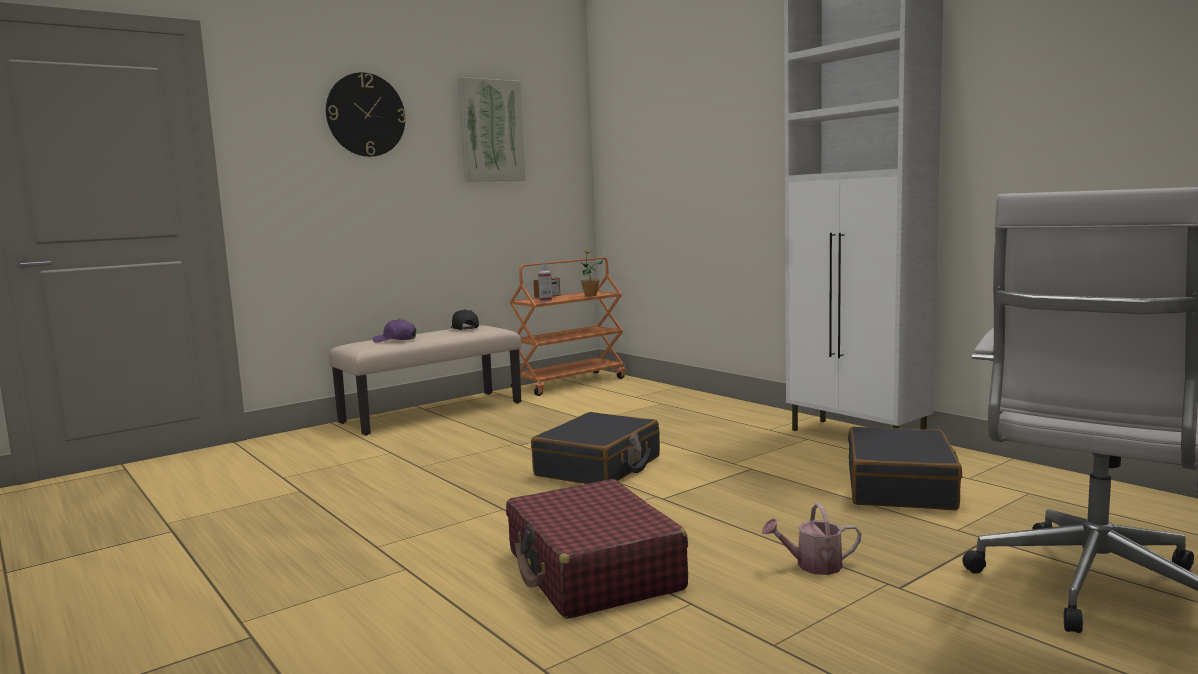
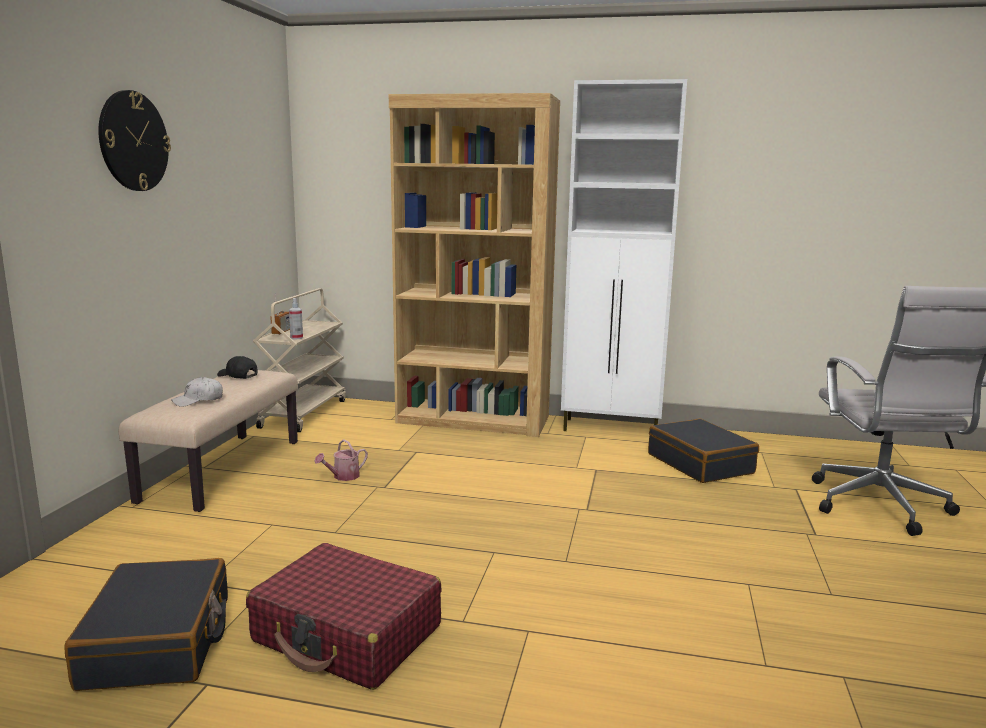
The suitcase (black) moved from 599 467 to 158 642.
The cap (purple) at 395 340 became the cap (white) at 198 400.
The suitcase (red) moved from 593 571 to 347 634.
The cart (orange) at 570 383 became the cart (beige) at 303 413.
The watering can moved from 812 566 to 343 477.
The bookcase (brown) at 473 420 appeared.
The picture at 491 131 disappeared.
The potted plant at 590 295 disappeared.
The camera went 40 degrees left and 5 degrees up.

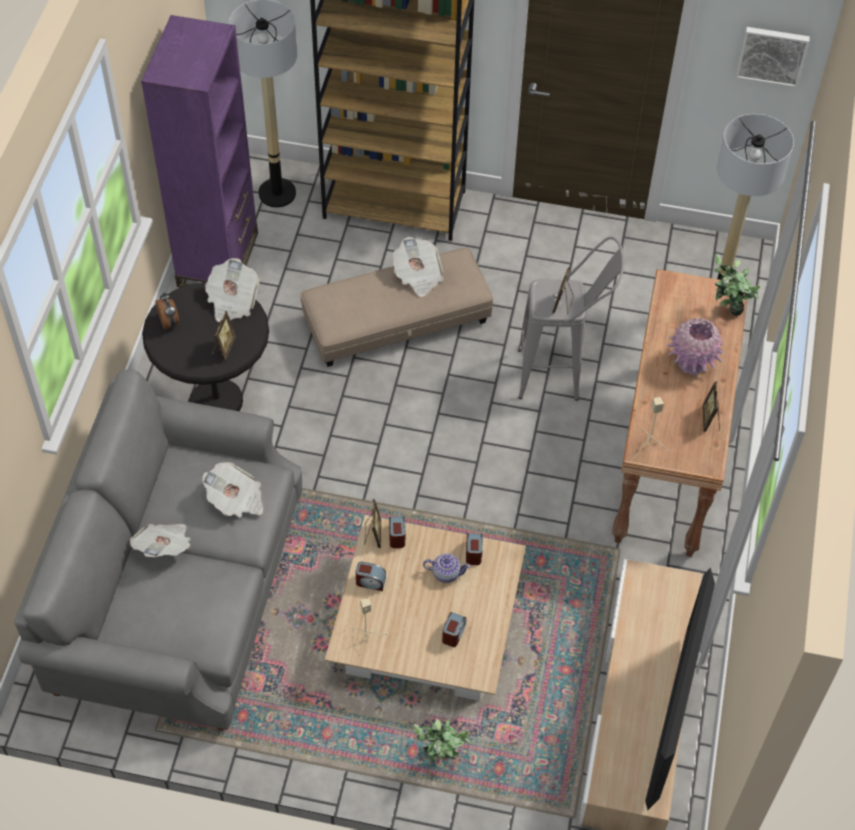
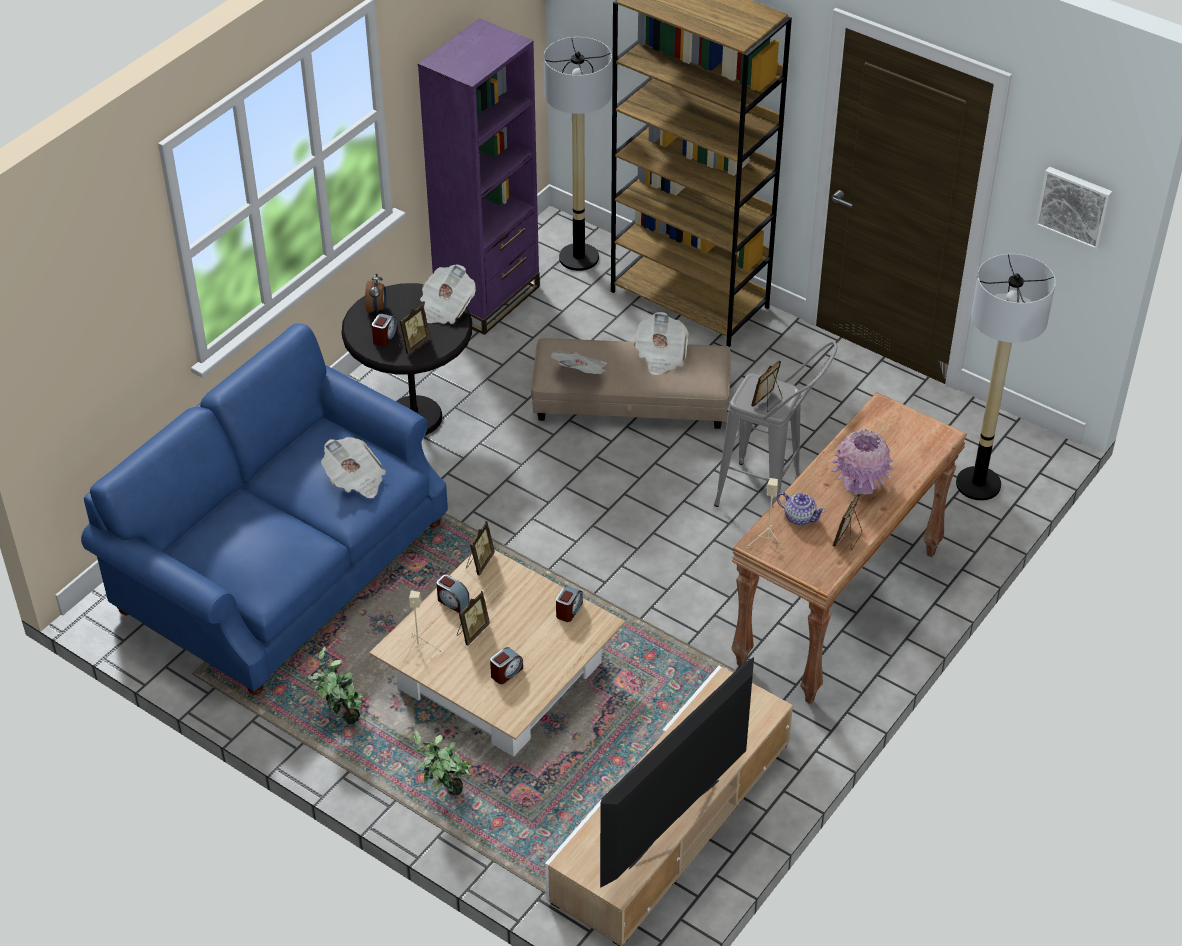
The sofa (grey) at 178 592 became the sofa (blue) at 282 566.
The potted plant moved from 727 314 to 341 719.
The alarm clock moved from 397 536 to 385 337.
The picture frame at 472 632 appeared.
The newspaper moved from 165 547 to 581 374.
The teapot moved from 446 573 to 799 517.
The camera went 25 degrees right and 10 degrees down.

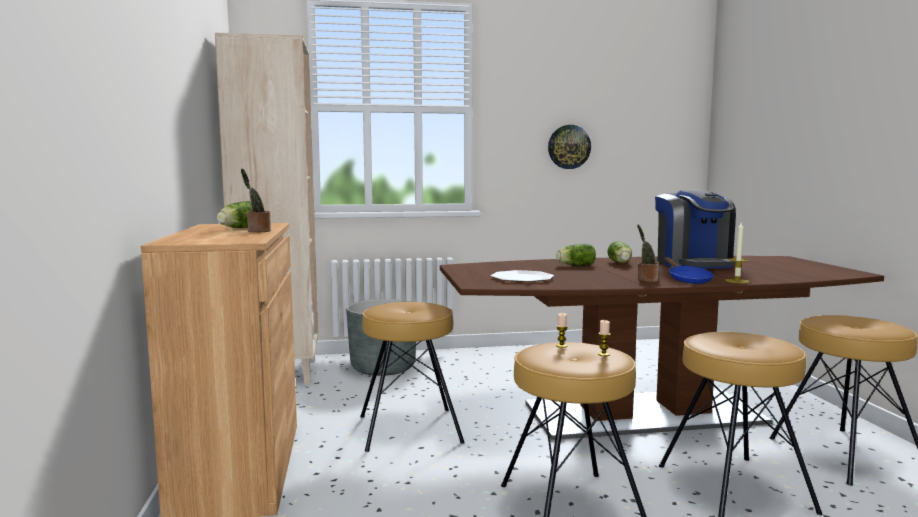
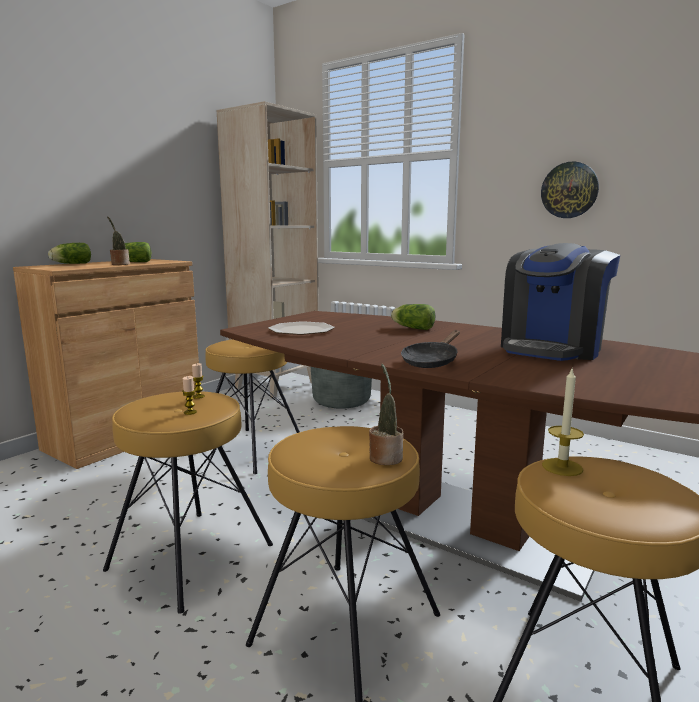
The lettuce moved from 620 263 to 70 264.
The potted plant moved from 646 280 to 385 457.
The frying pan (blue) at 687 280 became the frying pan (black) at 431 361.
The candle moved from 737 281 to 562 467.
The camera went 45 degrees right and 5 degrees up.

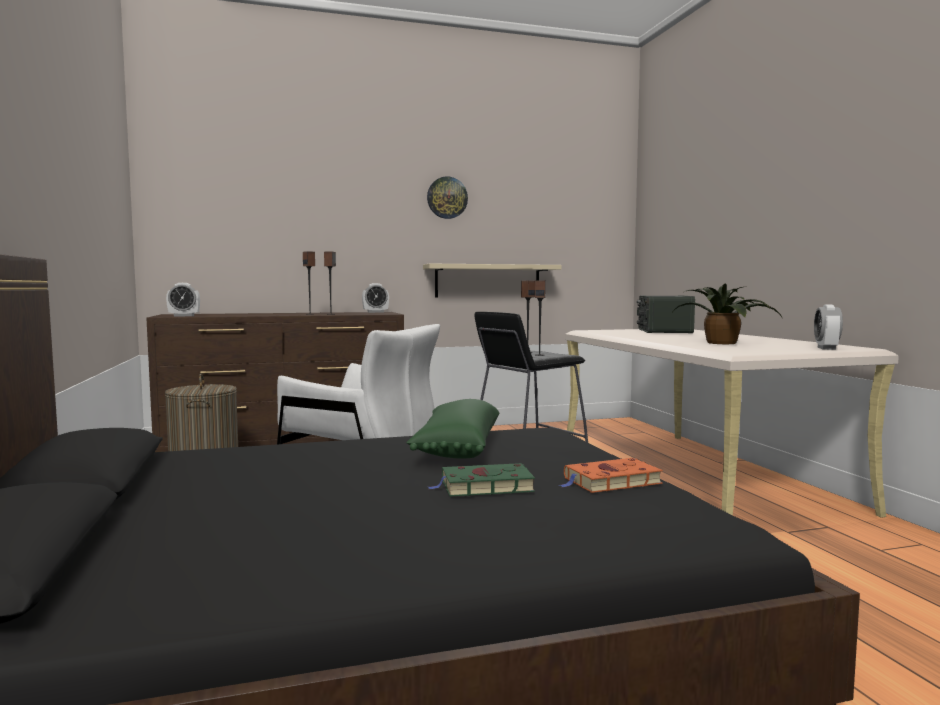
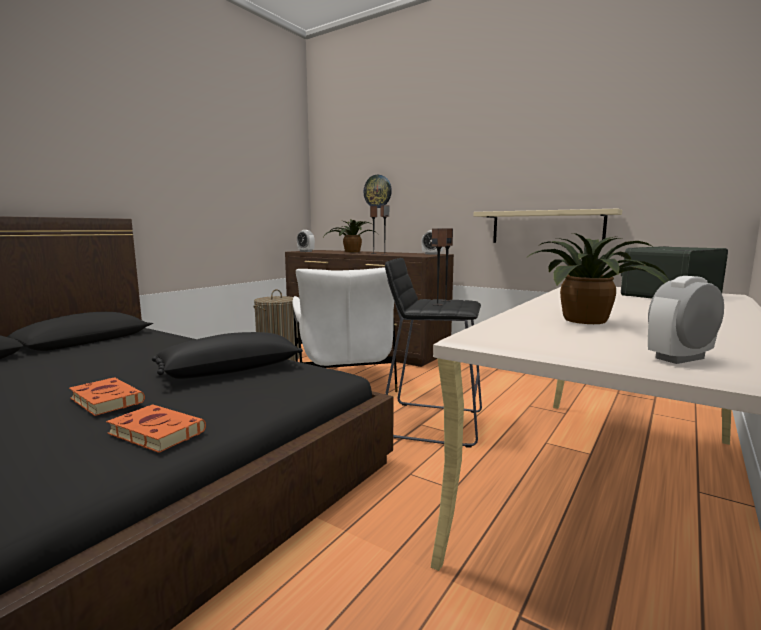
The book (green) at 484 486 became the book (orange) at 105 400.
The pillow (green) at 456 448 became the pillow (black) at 230 370.
The potted plant at 351 252 appeared.
The wall clock moved from 447 197 to 378 191.
The camera went 50 degrees right and 5 degrees up.

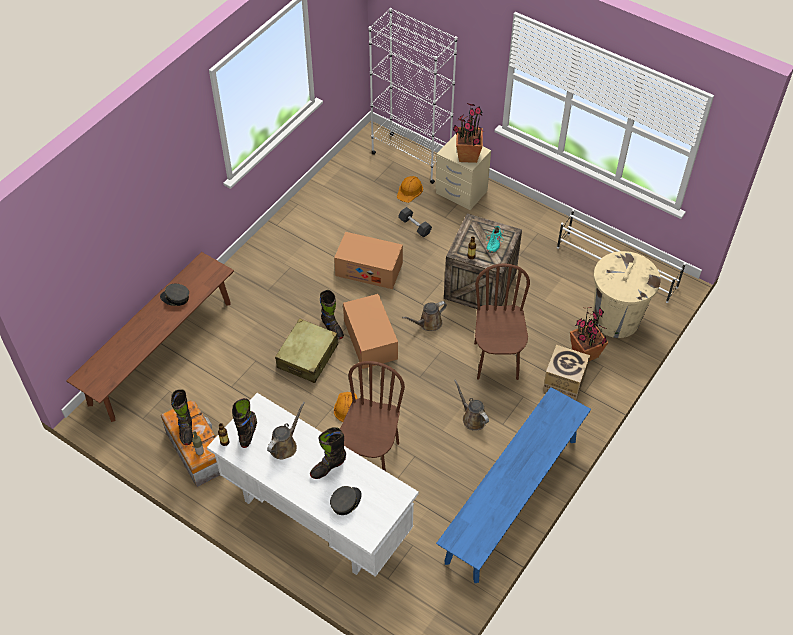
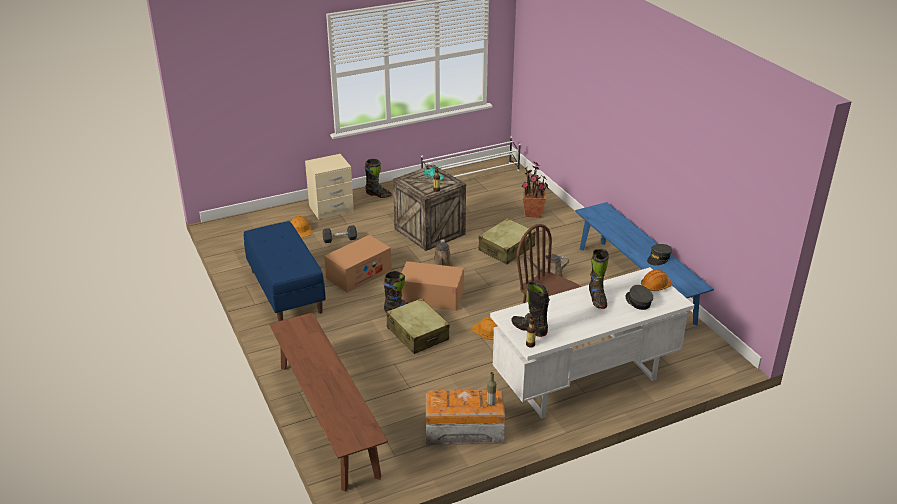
The bench (blue) at 285 291 appeared.
The boot (black) moved from 186 430 to 378 195.
The chair (brown) at 496 361 was replaced by the suitcase (beige) at 506 248.
The hard hat (orange) at 655 286 appeared.
The cap (grey) moved from 175 298 to 658 258.
The watering can (brown) at 285 445 disappeared.
The bookcase (white) at 411 158 disappeared.
The potted plant at 467 156 disappeared.
The cardboard box at 564 383 disappeared.
The trash can (beige) at 615 319 disappeared.
The camera went 60 degrees left and 20 degrees down.

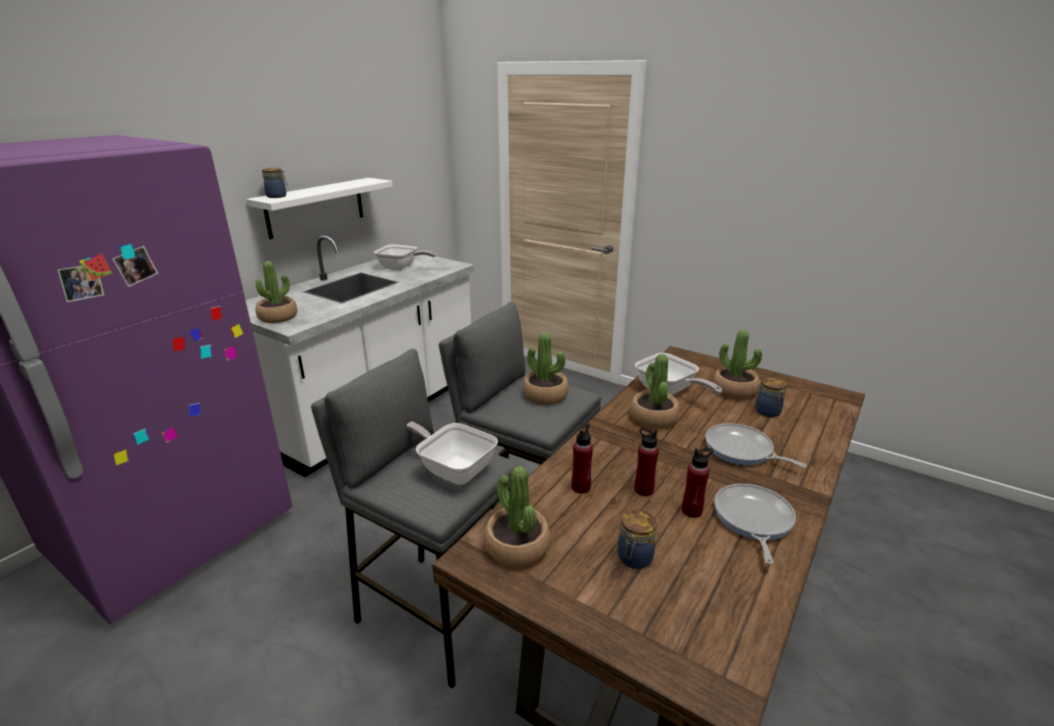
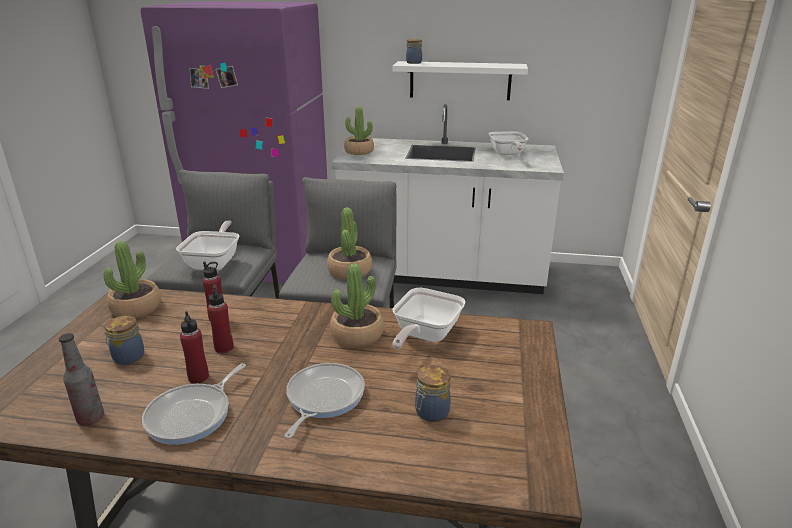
The bottle at 91 418 appeared.
The frying pan at 752 520 turned 135 degrees clockwise.
The potted plant at 734 390 disappeared.
The camera went 65 degrees right and 0 degrees up.

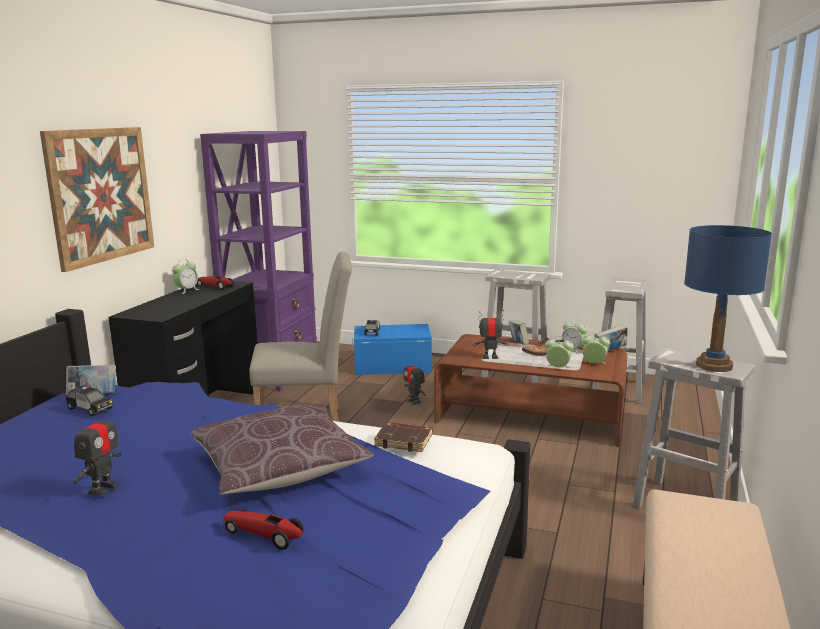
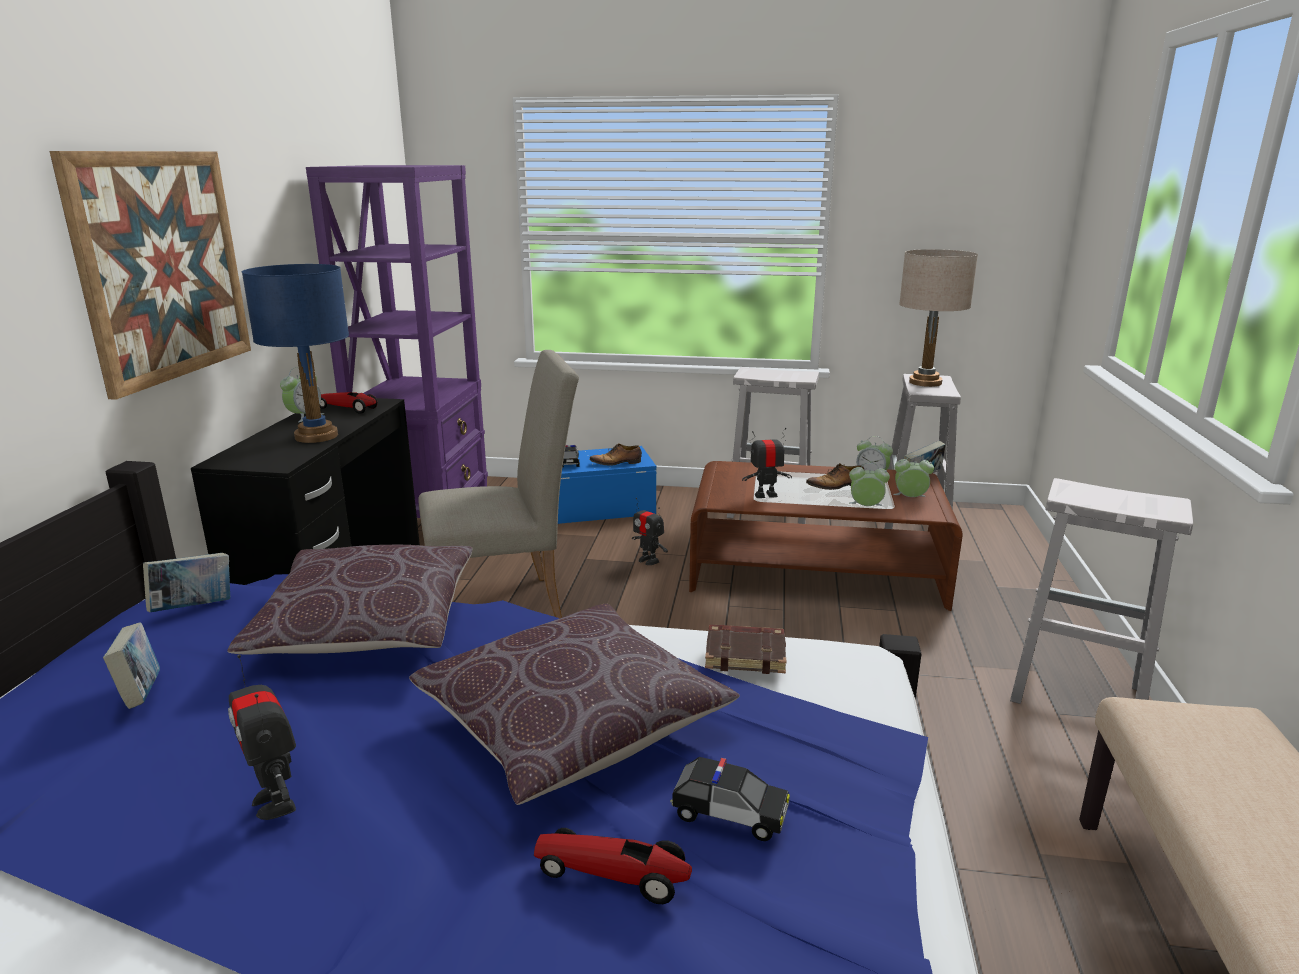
The book moved from 518 344 to 141 694.
The pillow (brown) at 368 626 appeared.
The toy robot at 103 488 turned 135 degrees clockwise.
The table lamp (blue) moved from 714 366 to 317 436.
The shoe at 617 463 appeared.
The toy car moved from 90 409 to 729 813.
The table lamp (beige) at 925 382 appeared.
The camera went 10 degrees left and 5 degrees up.

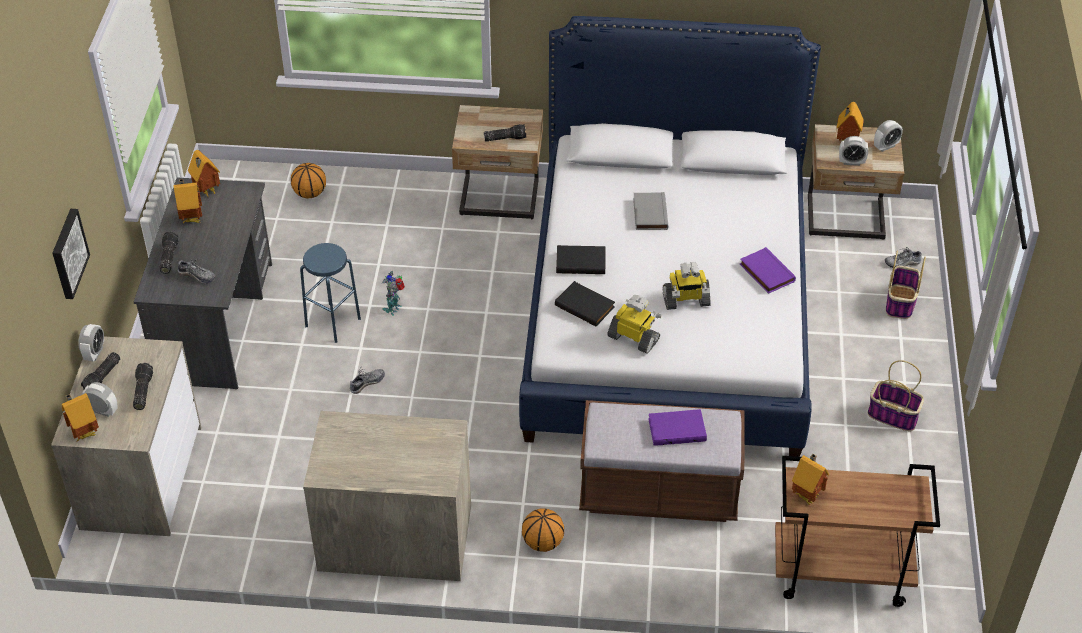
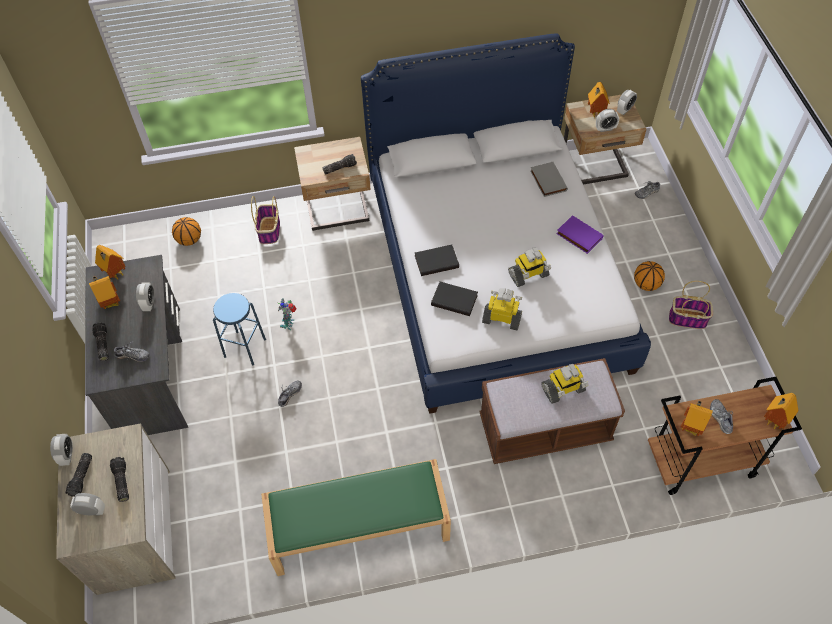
The alarm clock at 149 303 appeared.
The basket moved from 900 303 to 269 231.
The dresser at 394 538 was replaced by the bench (green) at 358 528.
The book (grey) moved from 649 213 to 547 181.
The book (purple) at 677 429 was replaced by the toy robot at 563 389.
The basketball moved from 543 542 to 646 284.
The shoe at 720 418 appeared.
The toy house moved from 84 433 to 772 421.
The picture at 67 253 disappeared.
The camera went 15 degrees left and 10 degrees up.

